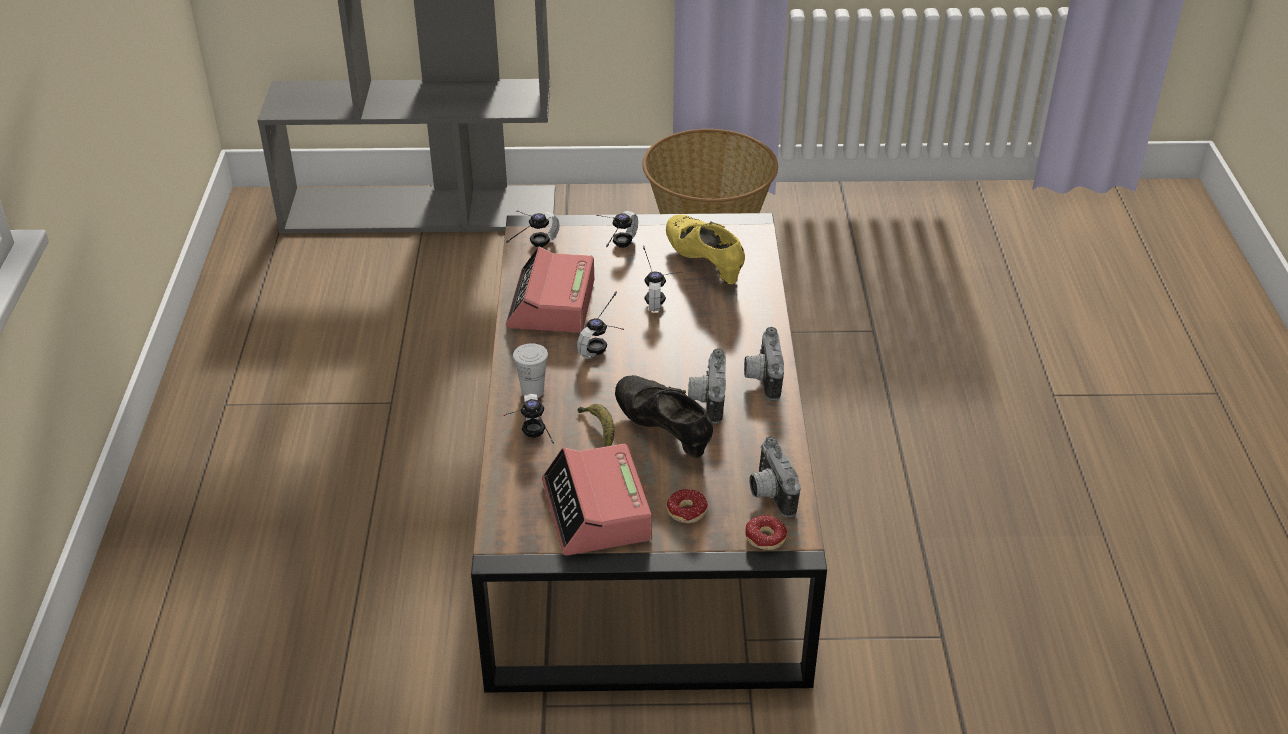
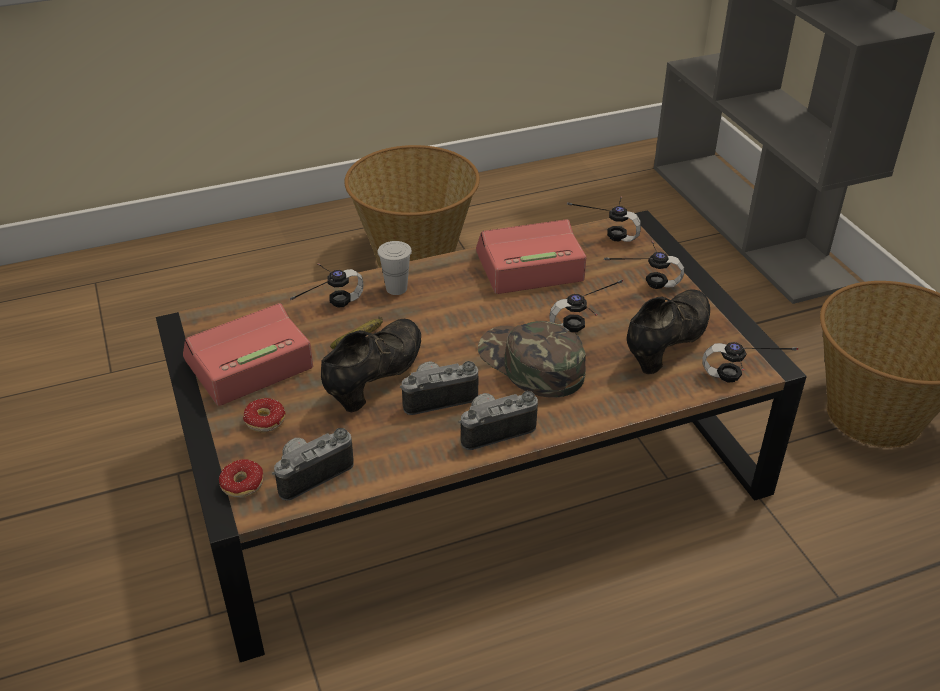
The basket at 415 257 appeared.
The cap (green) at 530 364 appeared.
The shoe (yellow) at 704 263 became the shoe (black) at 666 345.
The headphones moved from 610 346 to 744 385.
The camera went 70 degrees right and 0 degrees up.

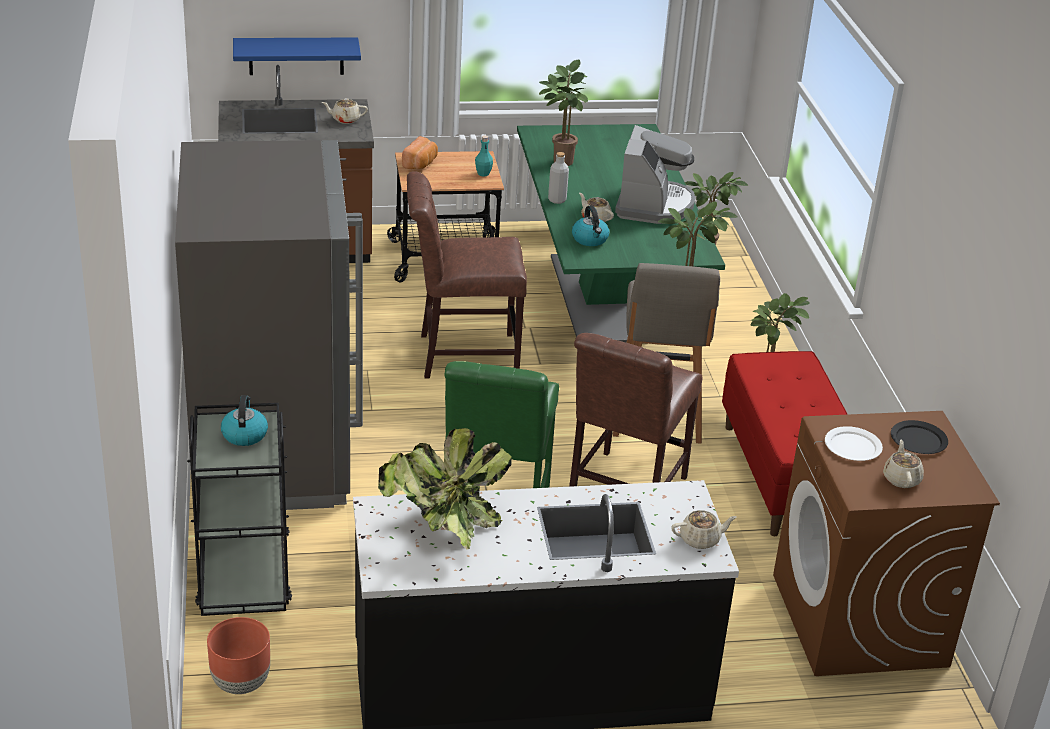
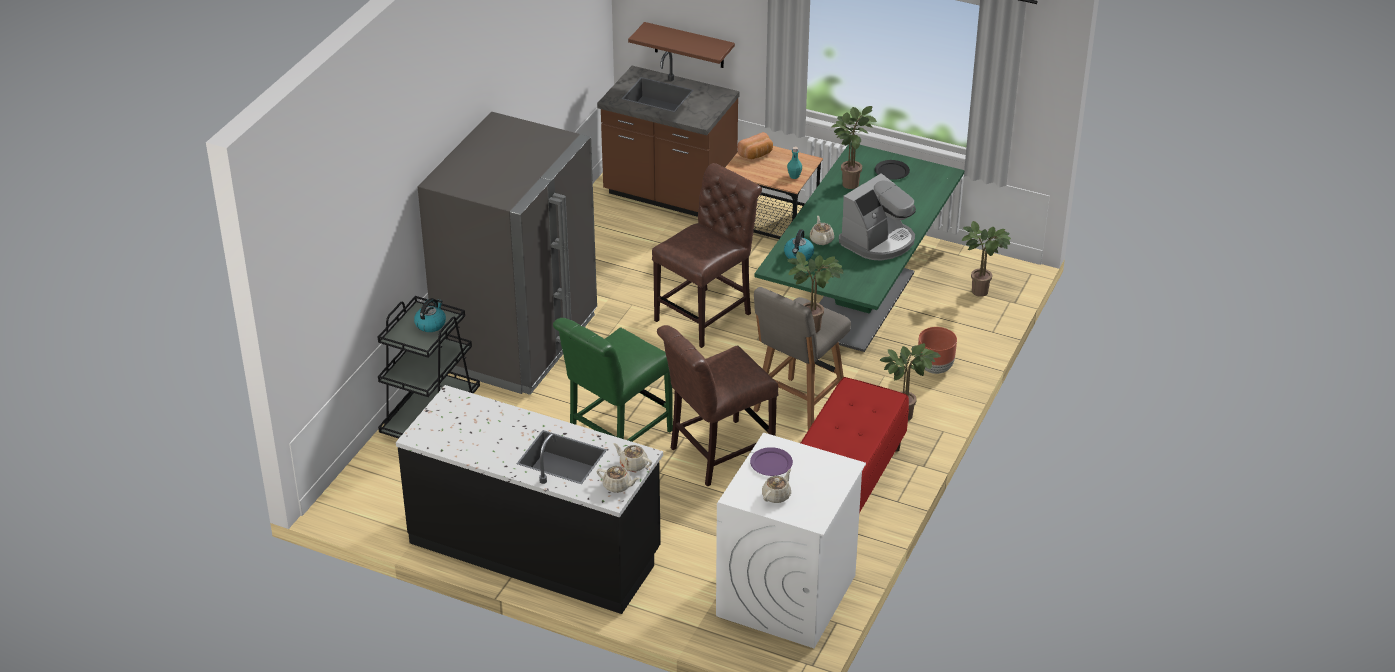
The teapot (beige) moved from 345 119 to 633 464.
The shelf (blue) at 296 56 became the shelf (brown) at 689 45.
The chair (brown) at 461 355 turned 105 degrees clockwise.
The washing machine (brown) at 860 621 became the washing machine (white) at 786 596.
The plate (white) at 853 446 became the plate (purple) at 771 463.
The plate (black) moved from 918 440 to 891 171.
The planter (brown) moved from 241 683 to 935 368.
The potted plant at 444 527 disappeared.
The bottle (grey) at 557 200 disappeared.
The camera went 35 degrees right and 5 degrees up.

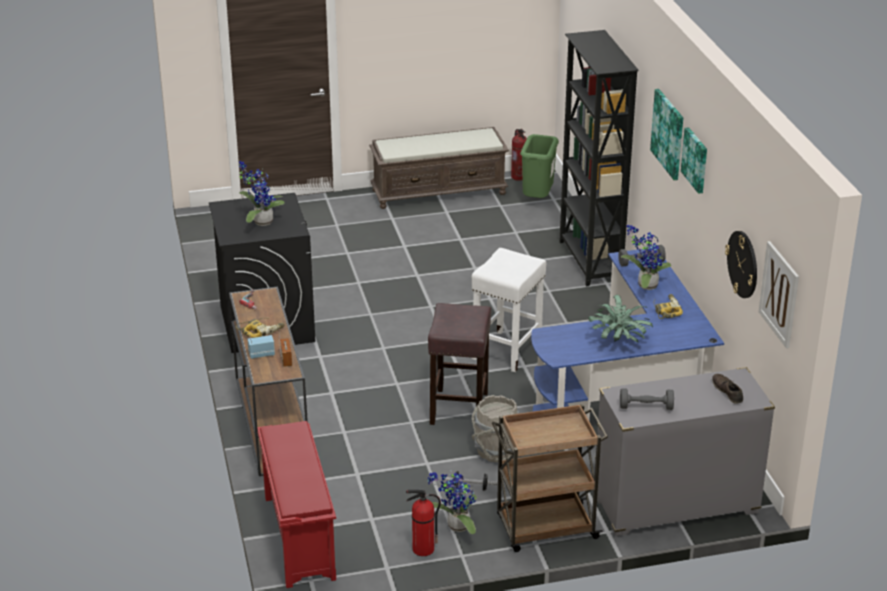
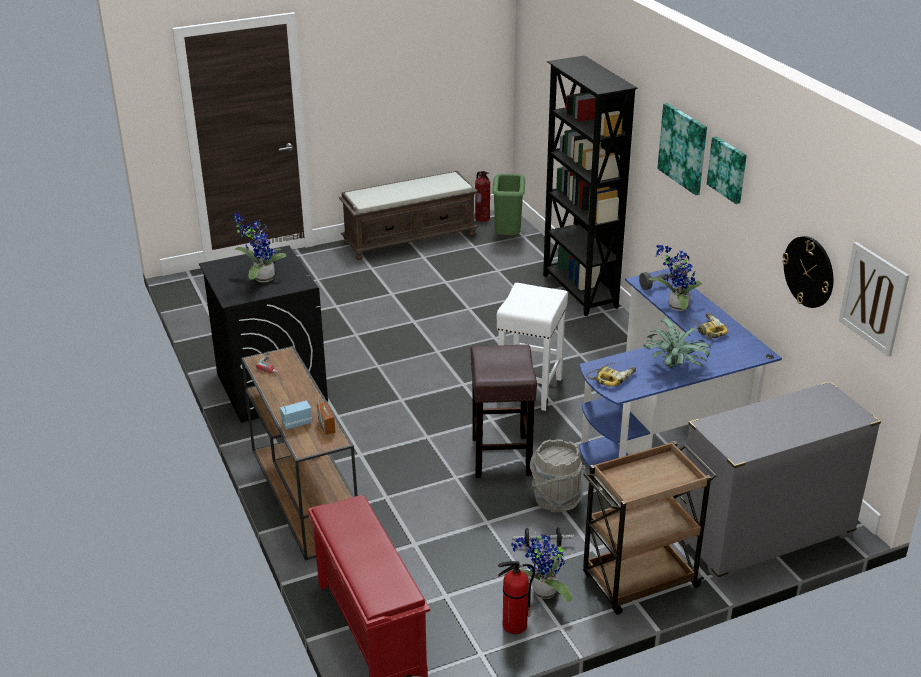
The power drill moved from 261 330 to 612 377.
The dumbbell (grey) at 646 407 disappeared.
The shoe (brown) at 727 391 disappeared.
The camera went 10 degrees left and 0 degrees up.

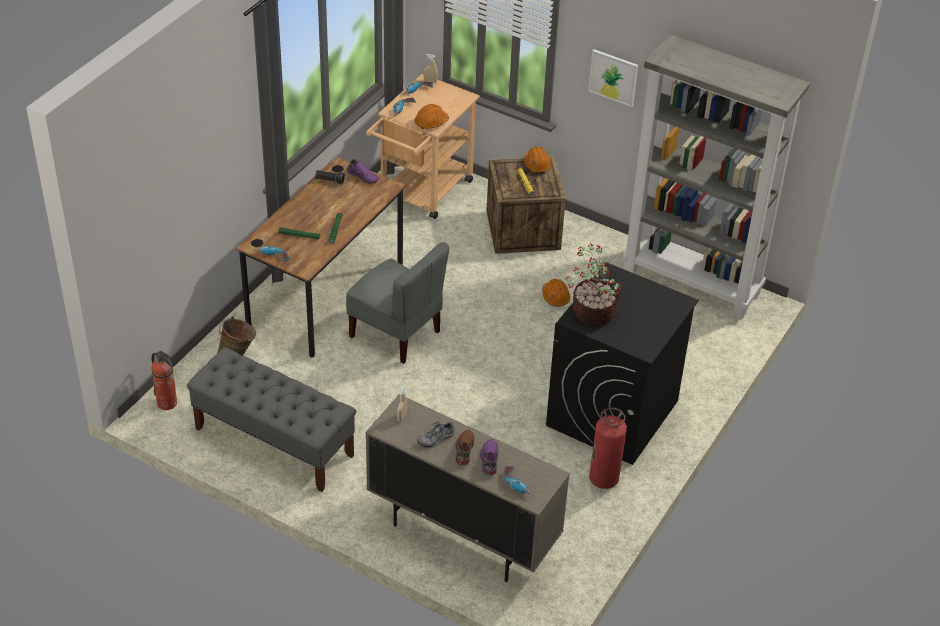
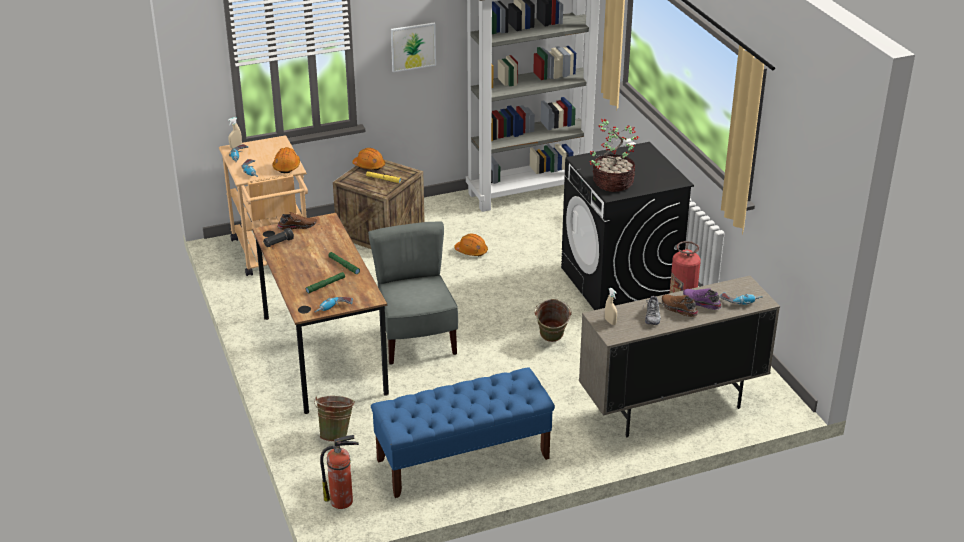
The shoe (purple) at 363 176 became the shoe (brown) at 297 226.
The chair (grey) at 396 334 turned 90 degrees counterclockwise.
The bench (grey) at 273 442 became the bench (blue) at 462 459.
The bucket (green) at 551 341 appeared.
The camera went 50 degrees left and 10 degrees down.

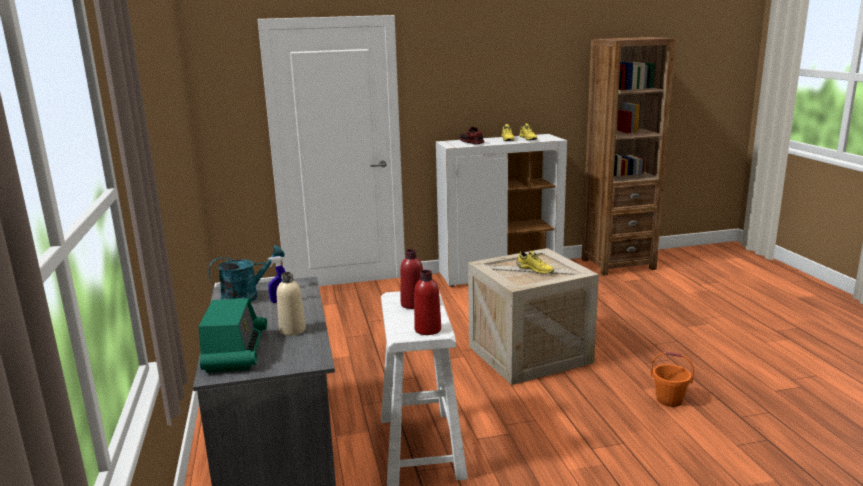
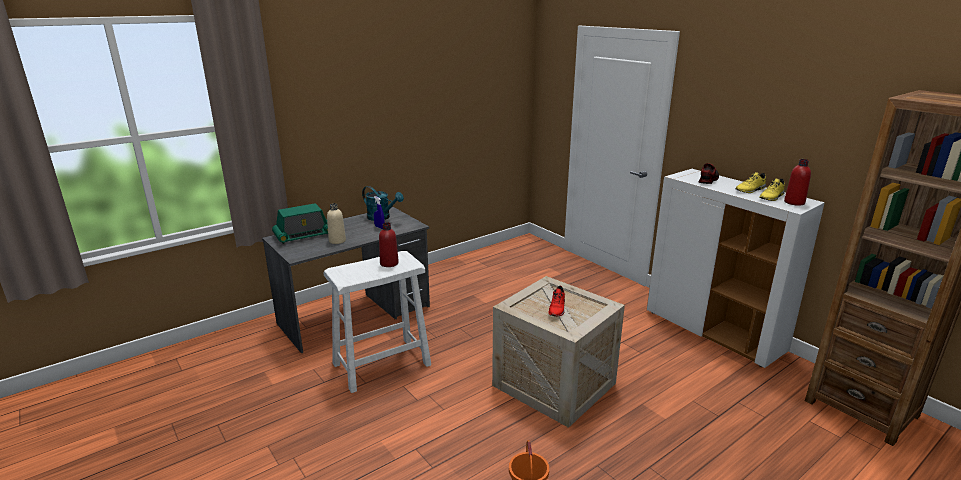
The shoe (yellow) at 535 270 became the shoe (red) at 557 308.
The bottle (red) moved from 427 329 to 794 202.
The camera went 65 degrees right and 5 degrees up.

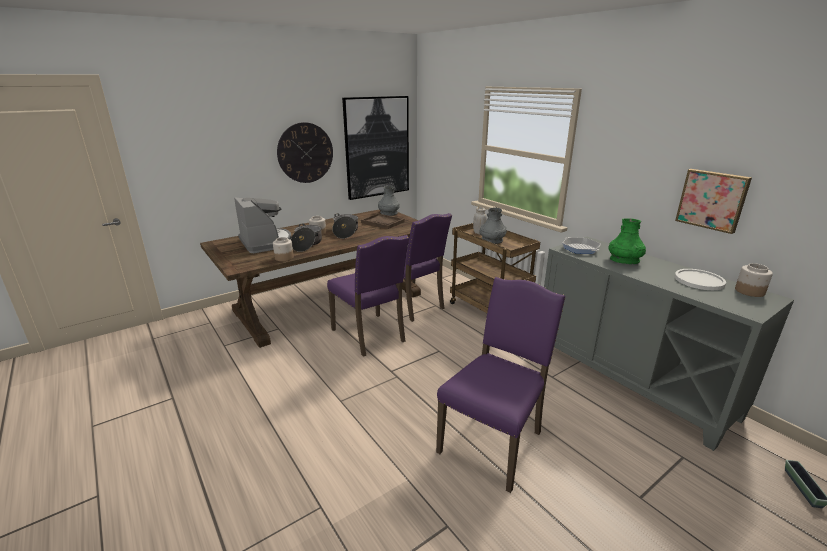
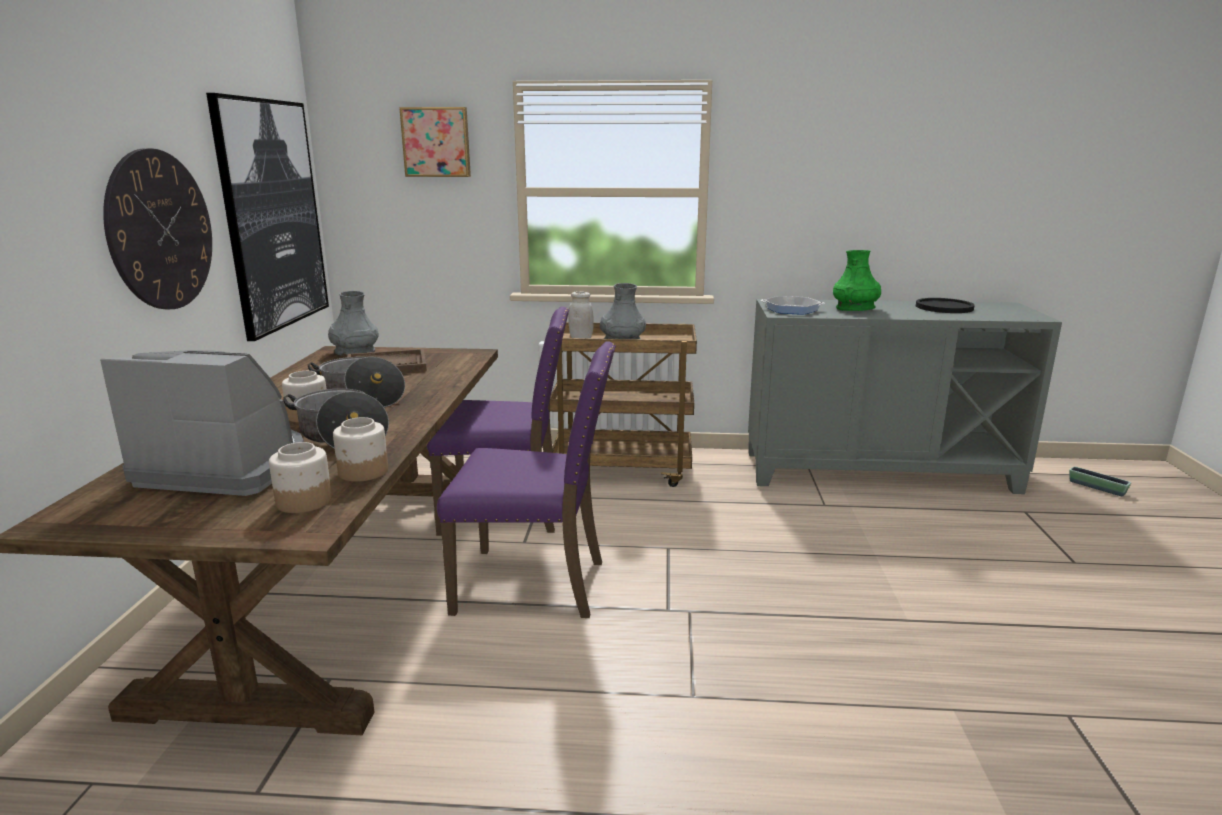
The jar moved from 749 291 to 303 502.
The picture moved from 712 200 to 436 142.
The plate (white) at 699 280 became the plate (black) at 944 307.
The chair (purple) at 494 441 disappeared.
The camera went 50 degrees left and 5 degrees down.

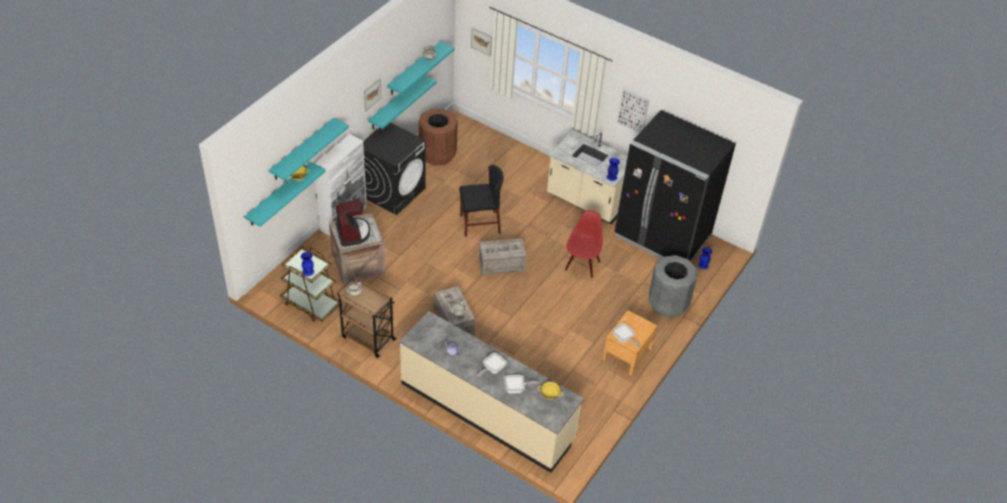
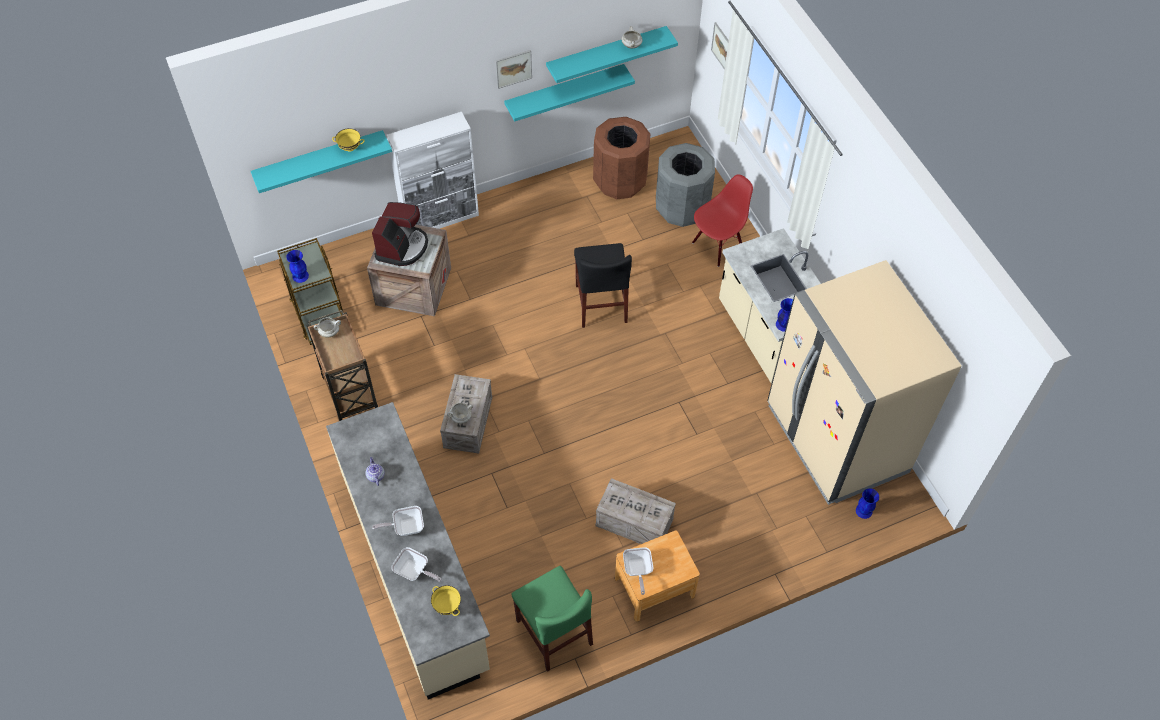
The chair (green) at 554 632 appeared.
The chair (black) at 480 224 turned 60 degrees clockwise.
The crate moved from 502 264 to 635 522.
The trash can (grey) moved from 668 304 to 682 208.
The chair (red) moved from 581 265 to 717 246.
The fridge (black) at 662 237 became the fridge (beige) at 836 439.
The shelf (turquoise) at 302 149 disappeared.
The washing machine (black) at 393 192 disappeared.
The picture at 633 111 disappeared.
The camera went 35 degrees right and 10 degrees up.

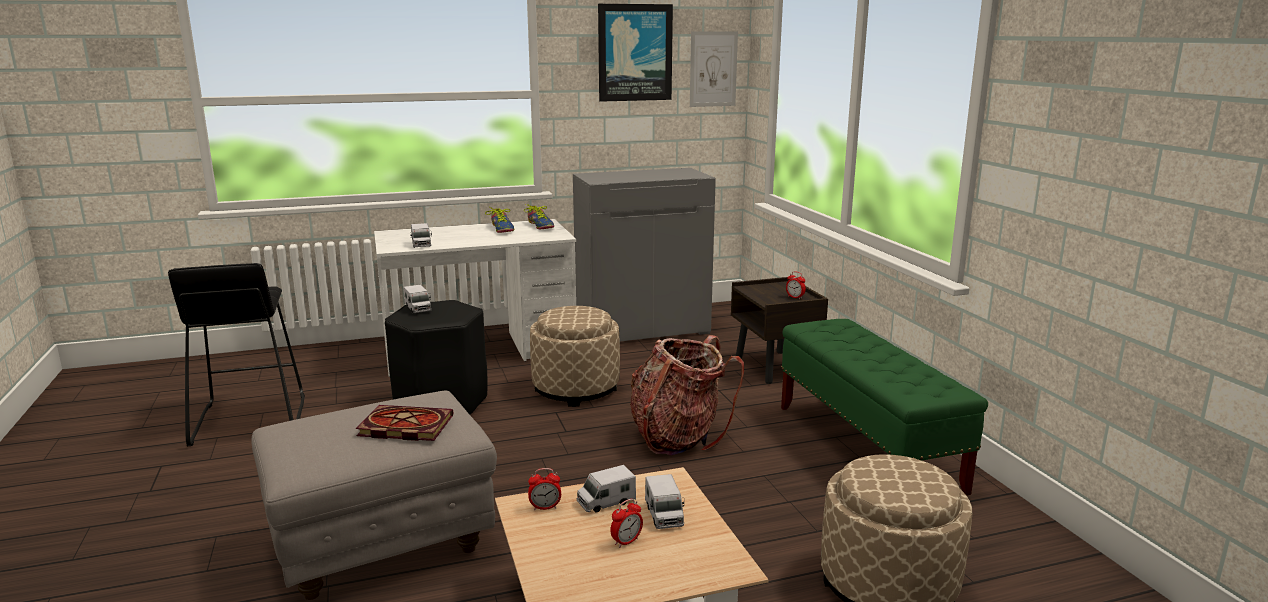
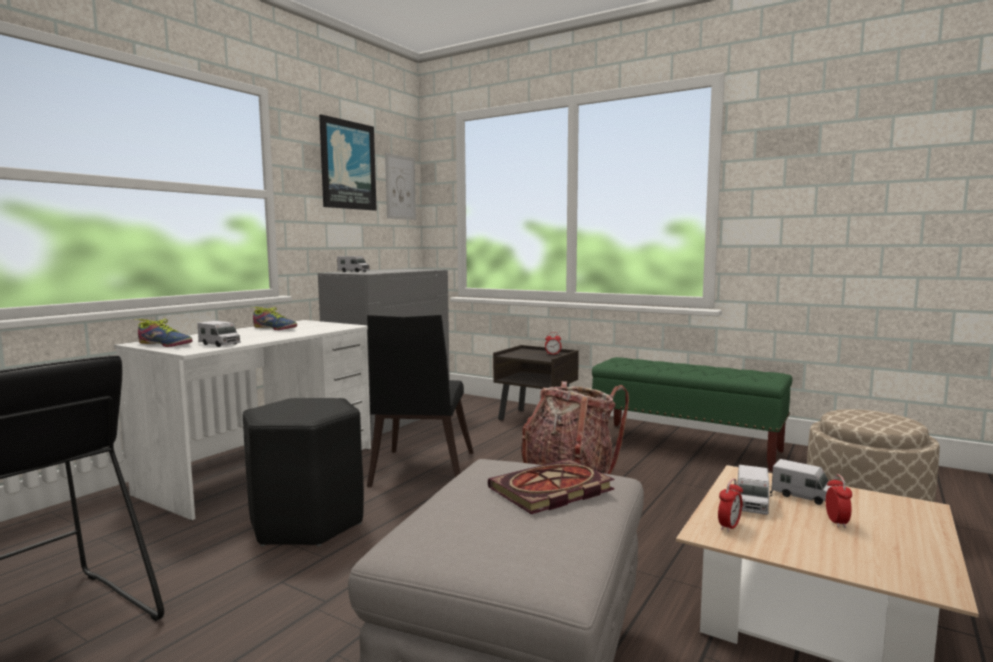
The shoe moved from 541 226 to 165 344.
The toy truck moved from 418 308 to 353 271.
The ottoman (beige) at 575 389 was replaced by the chair (black) at 420 472.
The camera went 40 degrees left and 10 degrees down.

